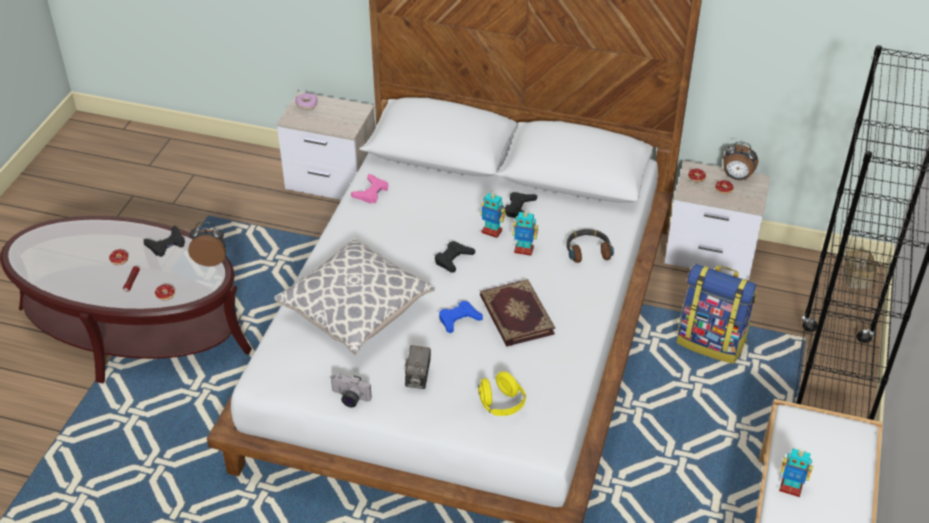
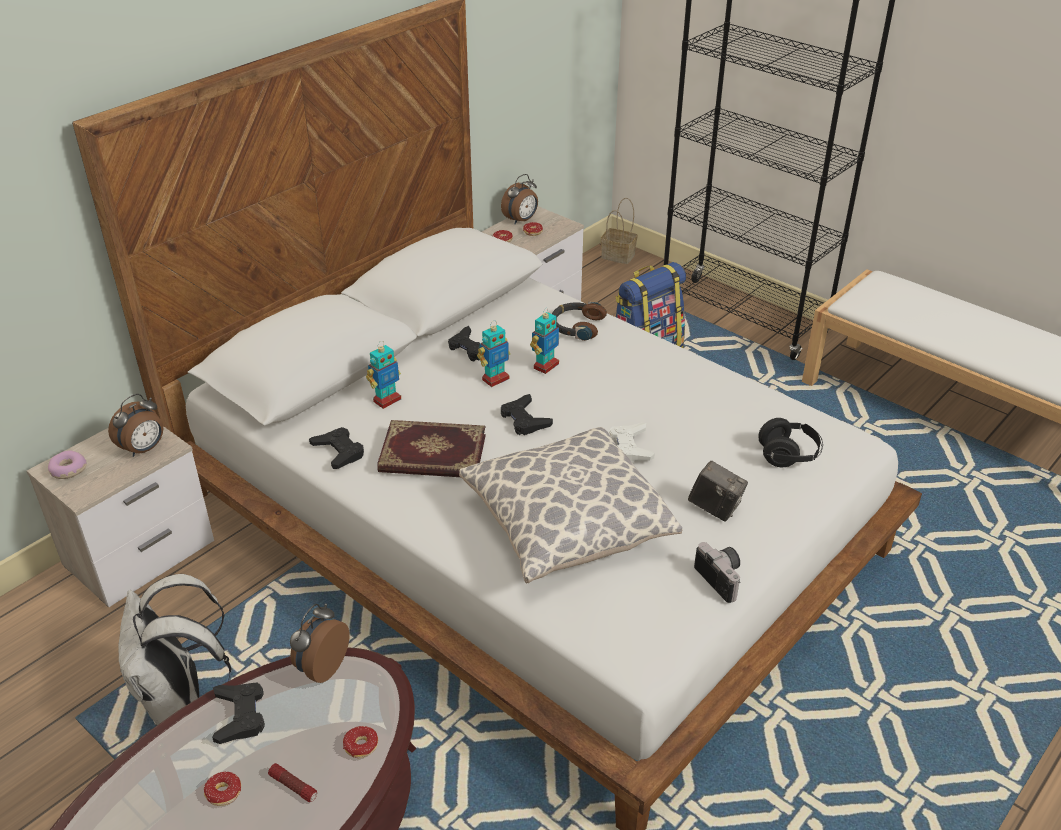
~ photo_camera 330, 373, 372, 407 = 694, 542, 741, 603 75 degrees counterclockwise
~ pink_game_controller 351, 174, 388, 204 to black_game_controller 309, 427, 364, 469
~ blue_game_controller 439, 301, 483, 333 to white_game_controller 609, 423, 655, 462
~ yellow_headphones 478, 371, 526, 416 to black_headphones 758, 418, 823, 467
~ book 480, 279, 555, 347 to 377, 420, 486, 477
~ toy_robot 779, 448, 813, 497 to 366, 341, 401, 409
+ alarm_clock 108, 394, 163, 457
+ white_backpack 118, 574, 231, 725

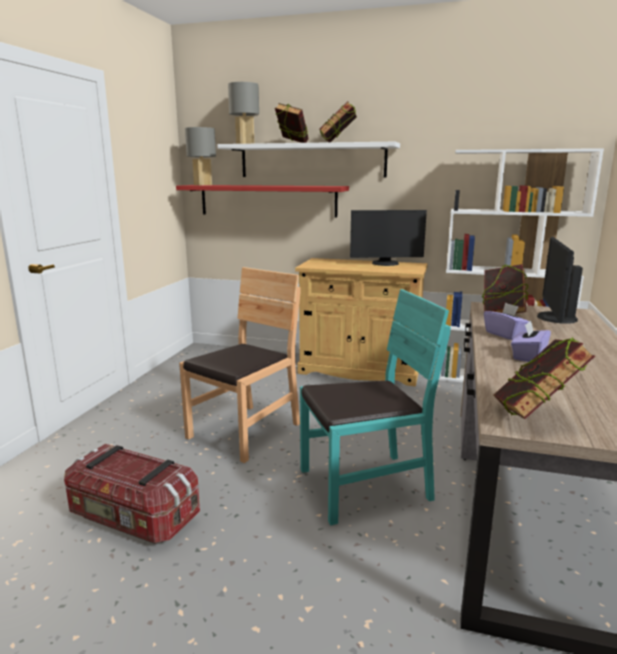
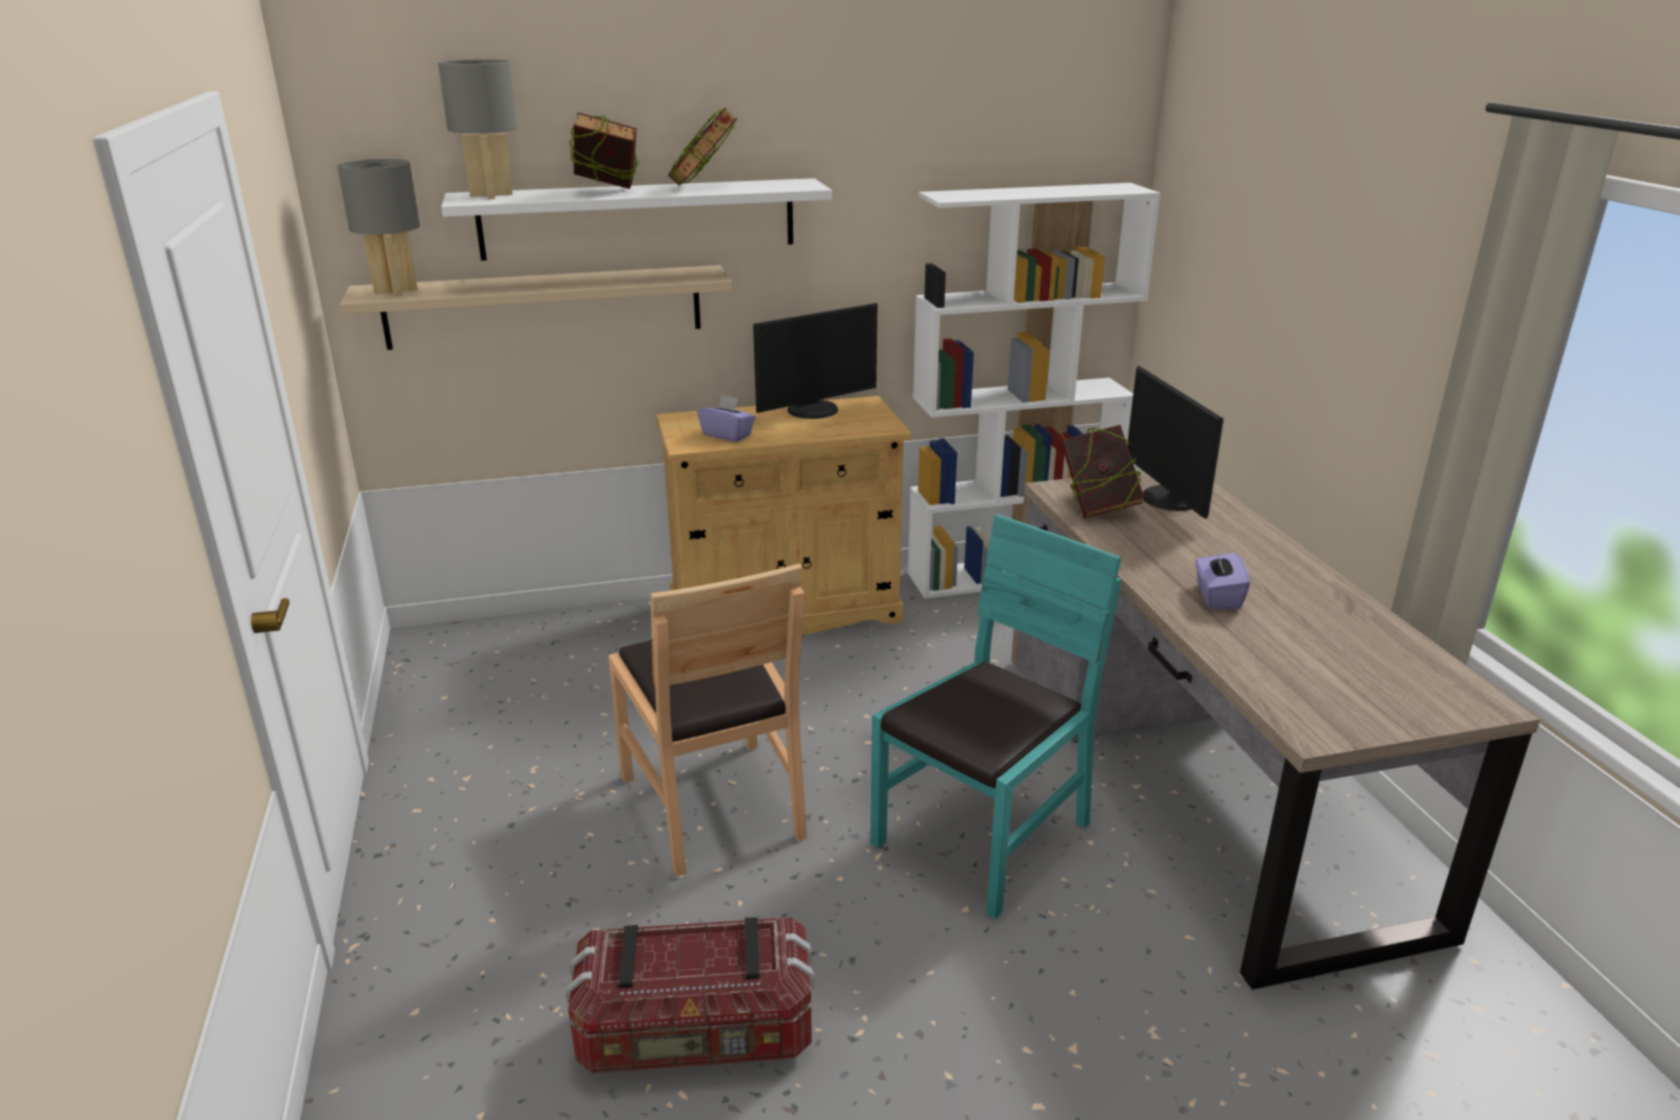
~ red_shelf 176, 185, 349, 218 to beige_shelf 340, 265, 732, 350
~ brown_chair 179, 267, 300, 463 = 608, 563, 807, 877 150 degrees clockwise
~ purple_tissue_box 484, 303, 529, 340 to 697, 395, 755, 442
- book 494, 337, 595, 419

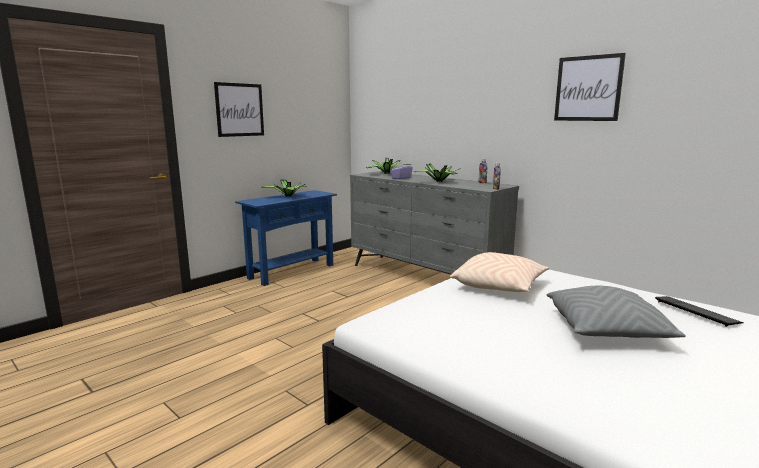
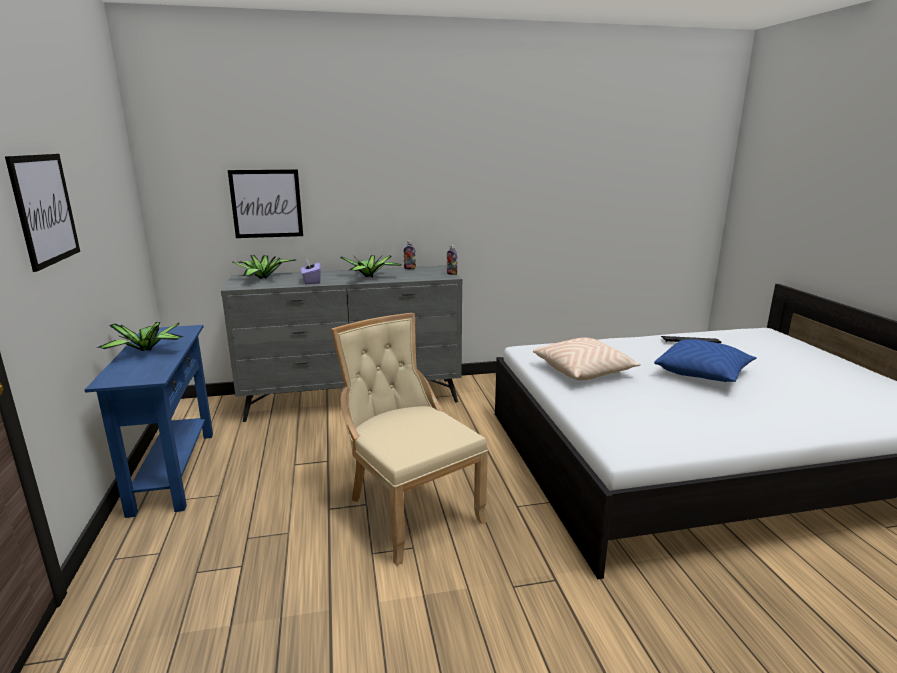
~ grey_pillow 547, 285, 686, 338 to blue_pillow 654, 339, 757, 382
~ picture 554, 53, 626, 121 to 228, 169, 303, 238
+ beige_chair 331, 313, 488, 566

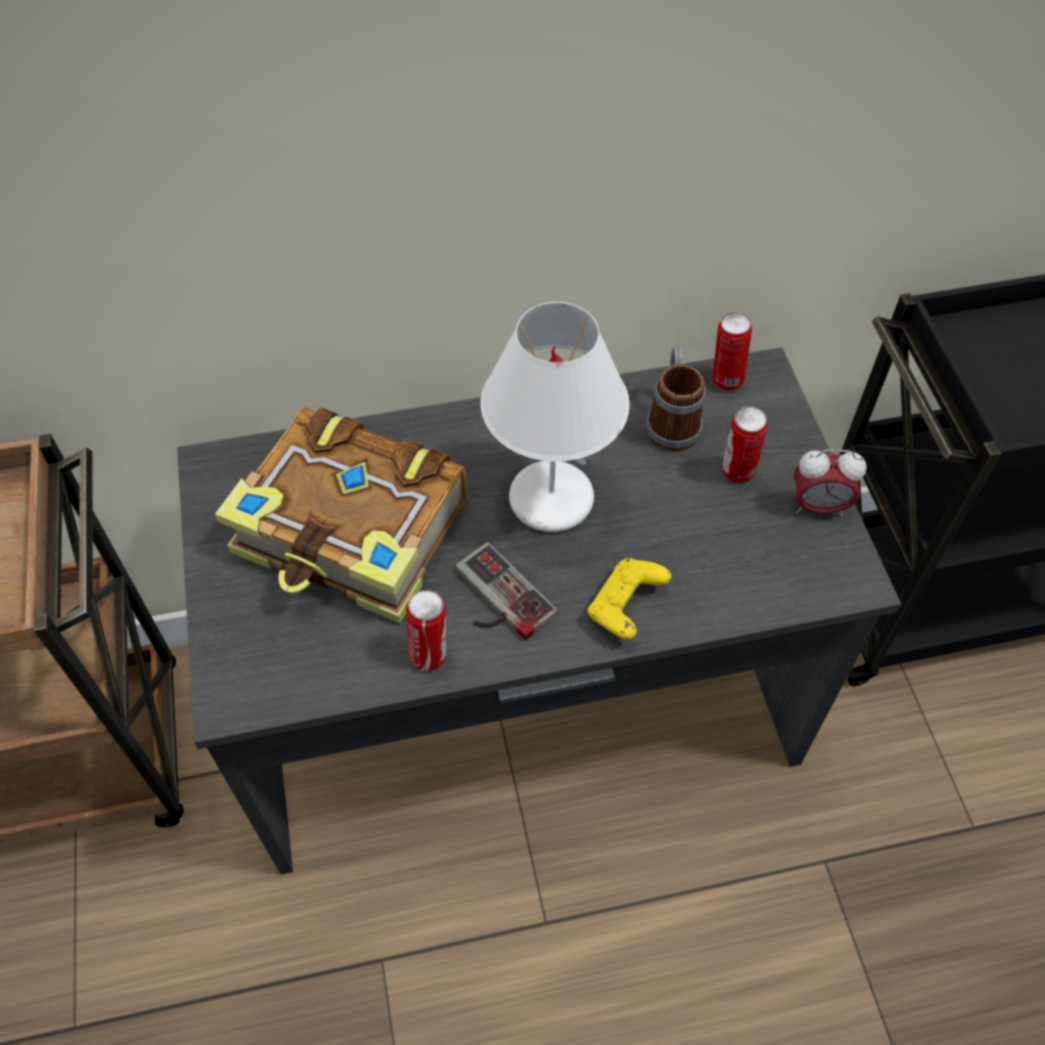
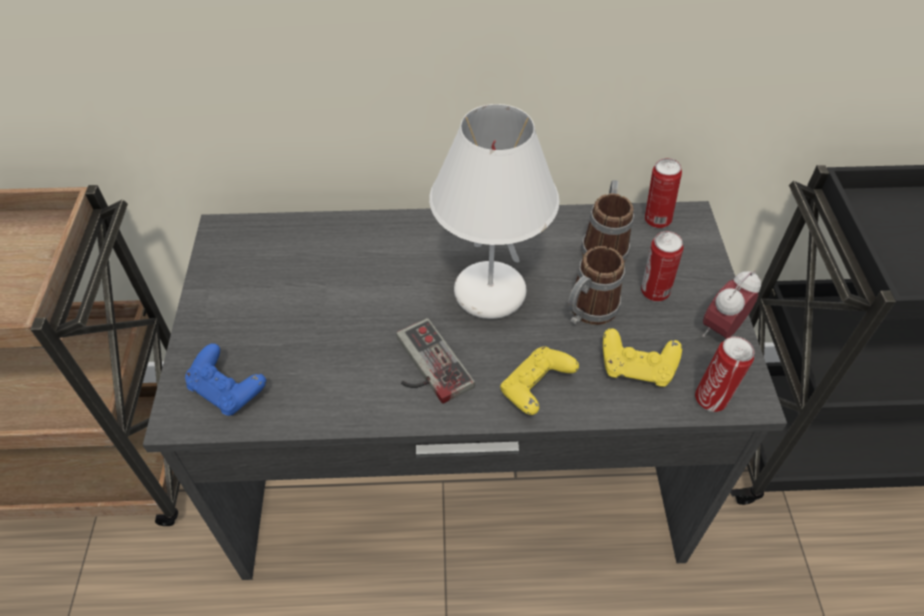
- book 215, 407, 467, 623
~ can 406, 590, 446, 671 to 695, 336, 755, 412
~ alarm_clock 794, 449, 867, 516 = 702, 271, 761, 339 120 degrees clockwise
+ blue_game_controller 185, 343, 266, 416
+ mug 568, 246, 625, 325
+ yellow_game_controller 603, 328, 682, 387

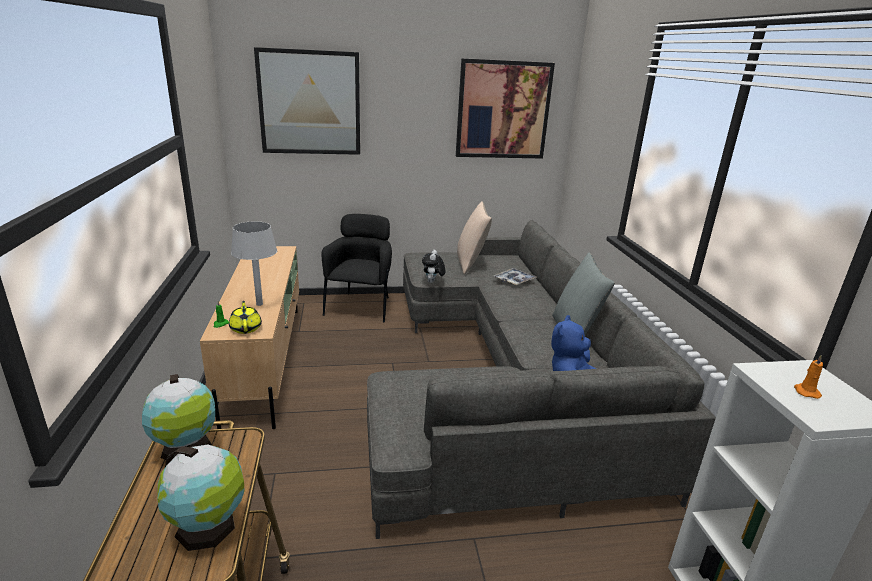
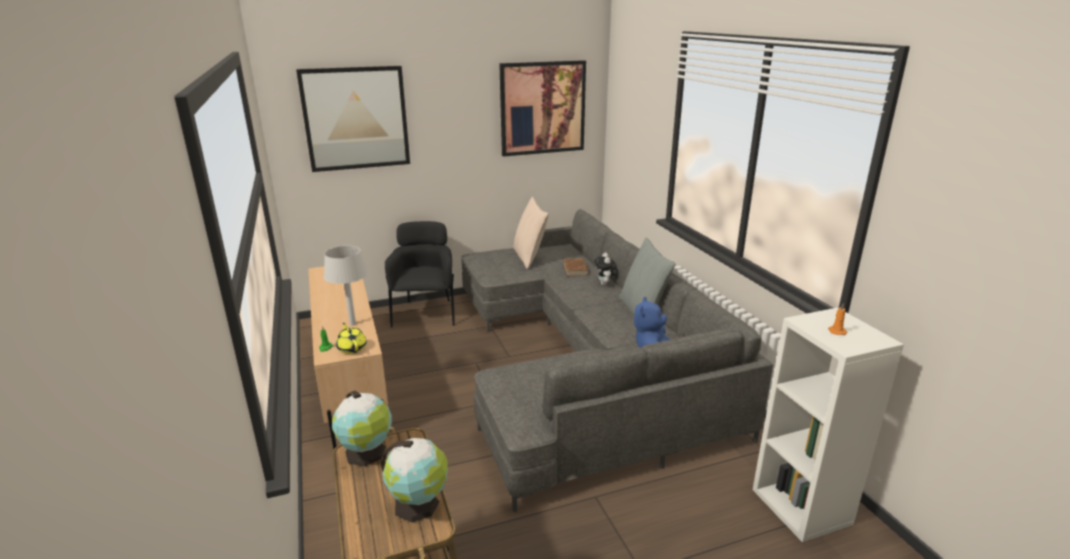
~ plush_toy 422, 250, 445, 283 to 594, 252, 618, 285
~ tray 493, 268, 538, 286 to brown_book 563, 258, 589, 276

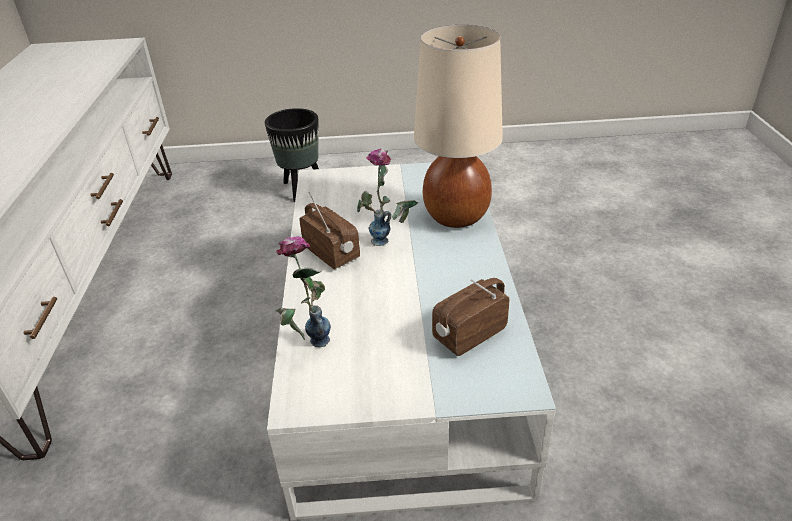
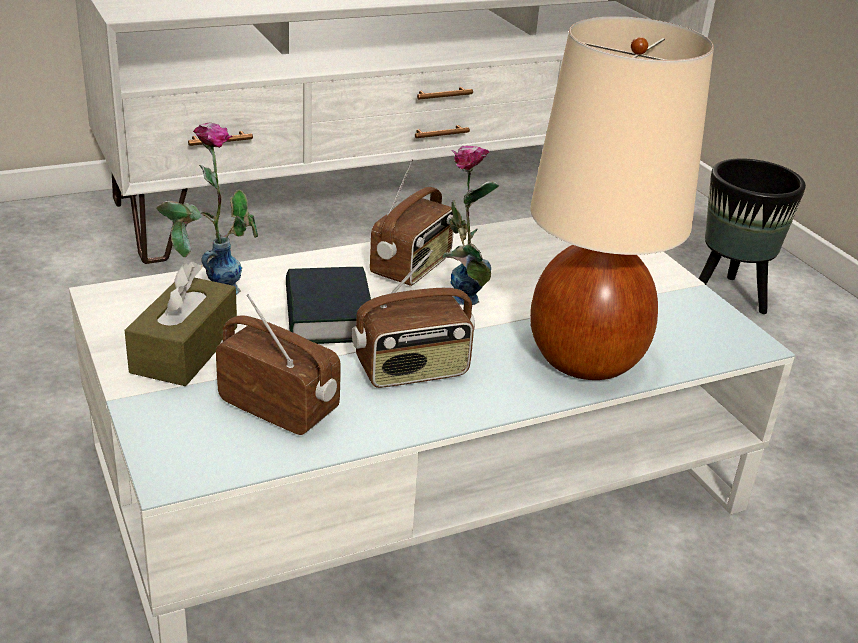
+ brown_tissue_box 125, 261, 237, 386
+ book 286, 267, 371, 344
+ radio 352, 250, 475, 388

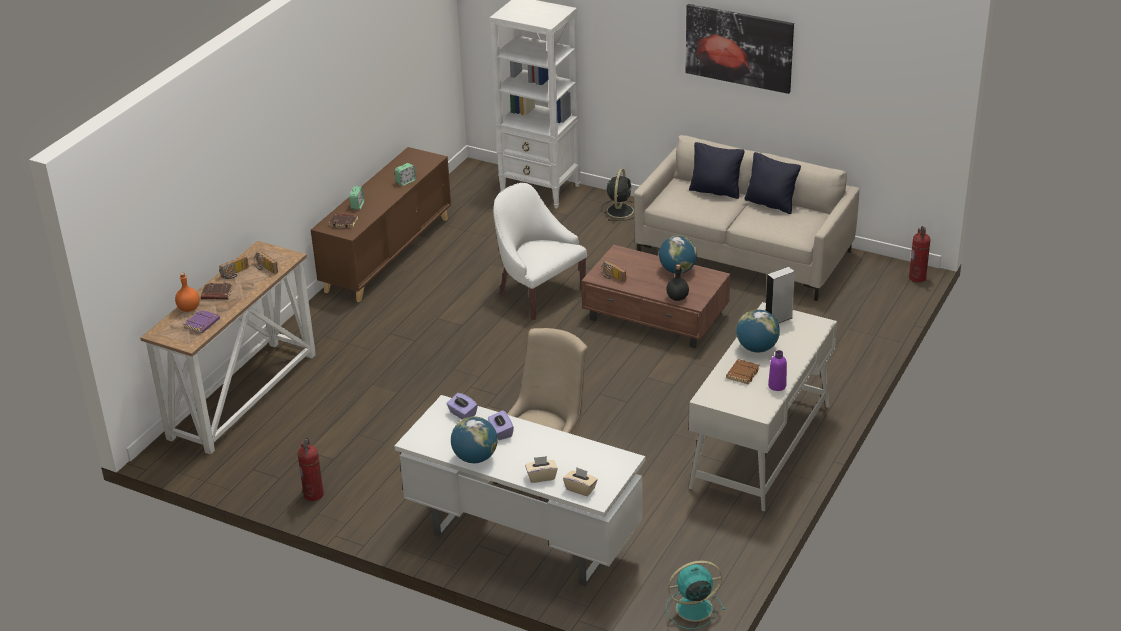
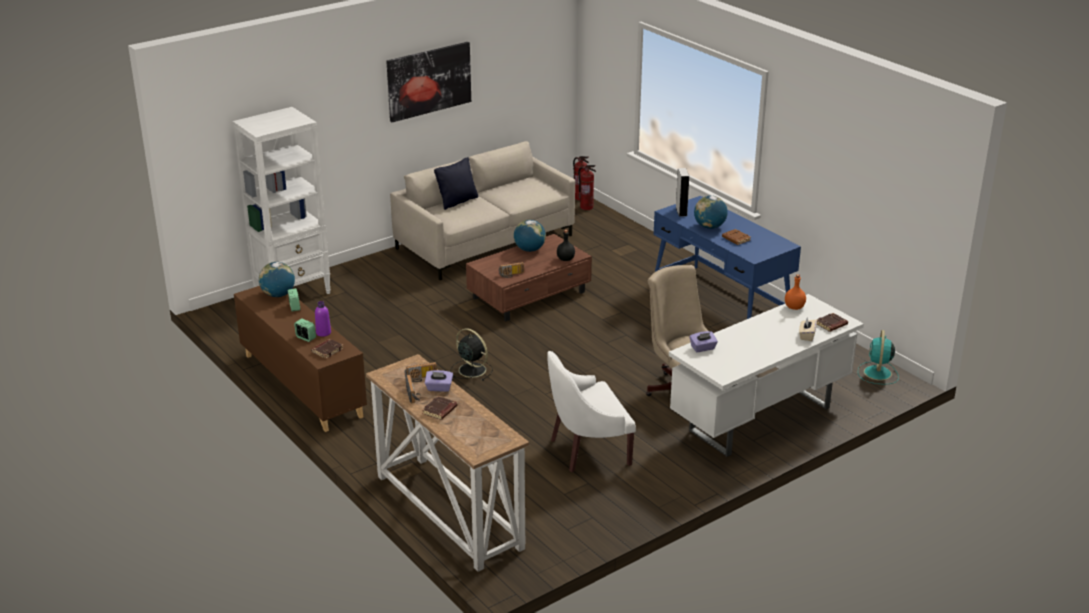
~ orange_bottle 175, 273, 200, 312 to 785, 274, 806, 310
- purple_book 184, 310, 220, 333
~ fire_extinguisher 298, 438, 324, 501 to 578, 165, 596, 210
~ globe 451, 416, 498, 463 to 259, 262, 295, 297
~ purple_tissue_box 488, 410, 514, 440 to 425, 370, 453, 392
~ white_armchair 493, 183, 587, 320 to 547, 351, 636, 472
~ beige_tissue_box 563, 467, 598, 496 to brown_book 817, 313, 848, 332
~ black_fan 601, 169, 634, 221 to 450, 328, 493, 381
~ white_desk 689, 302, 837, 511 to blue_desk 654, 196, 801, 319
- black_pillow 744, 152, 801, 214
~ purple_bottle 768, 350, 787, 391 to 315, 301, 331, 337

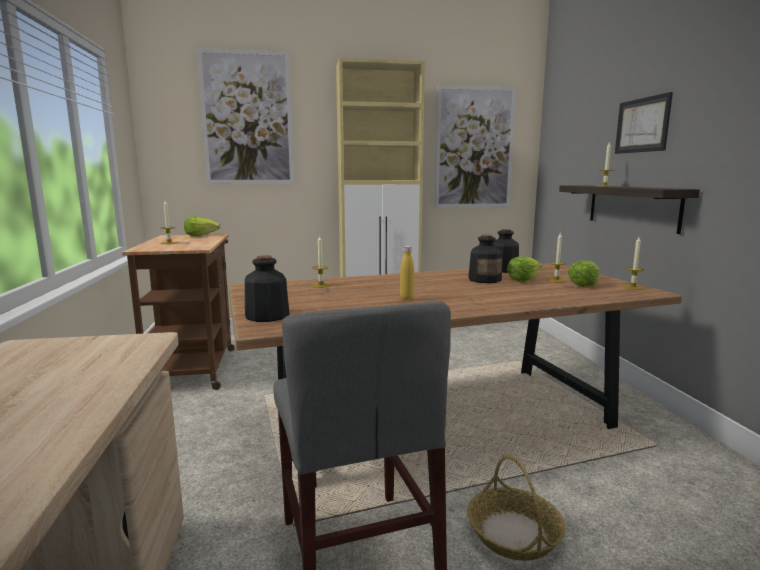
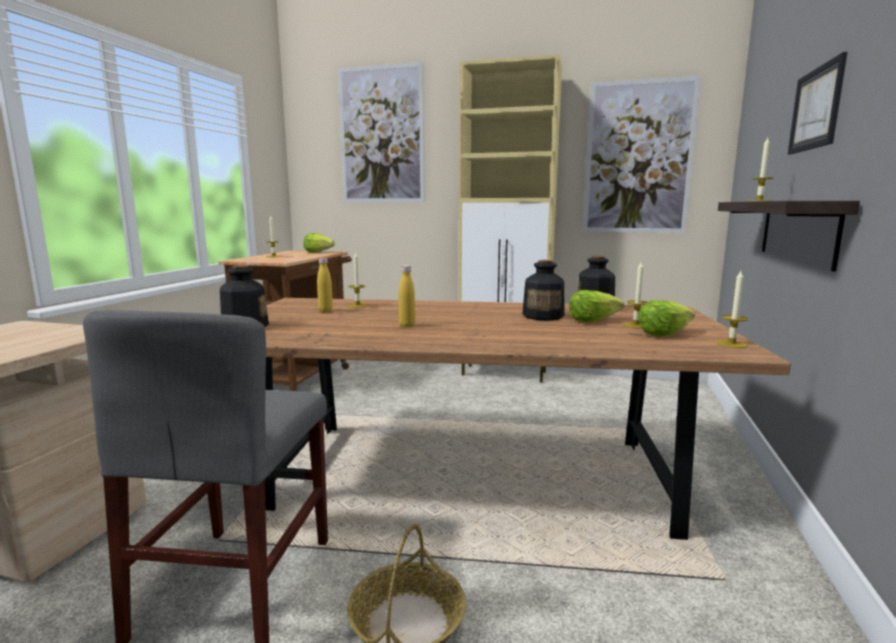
+ yellow_bottle 317, 258, 333, 312

